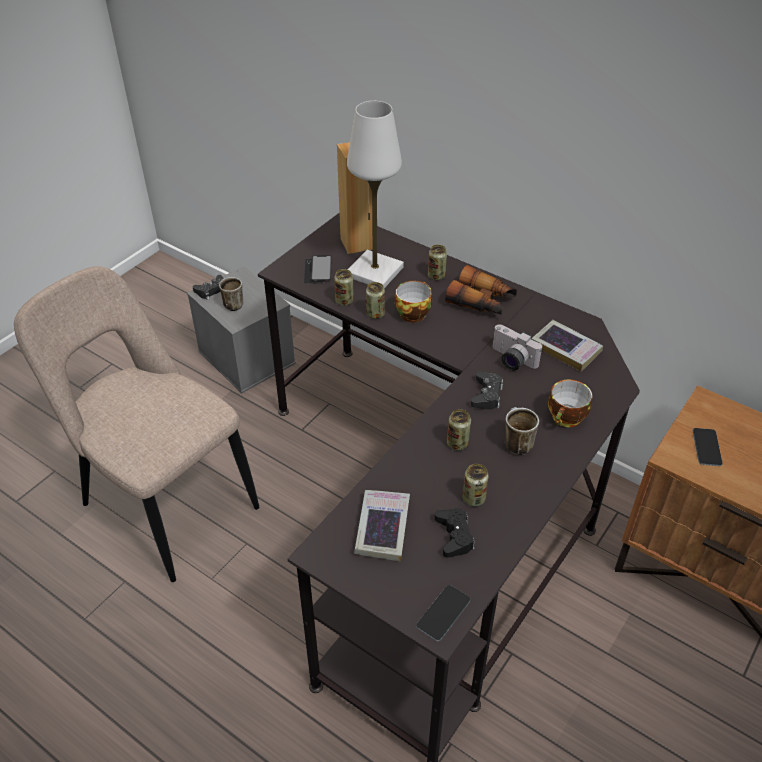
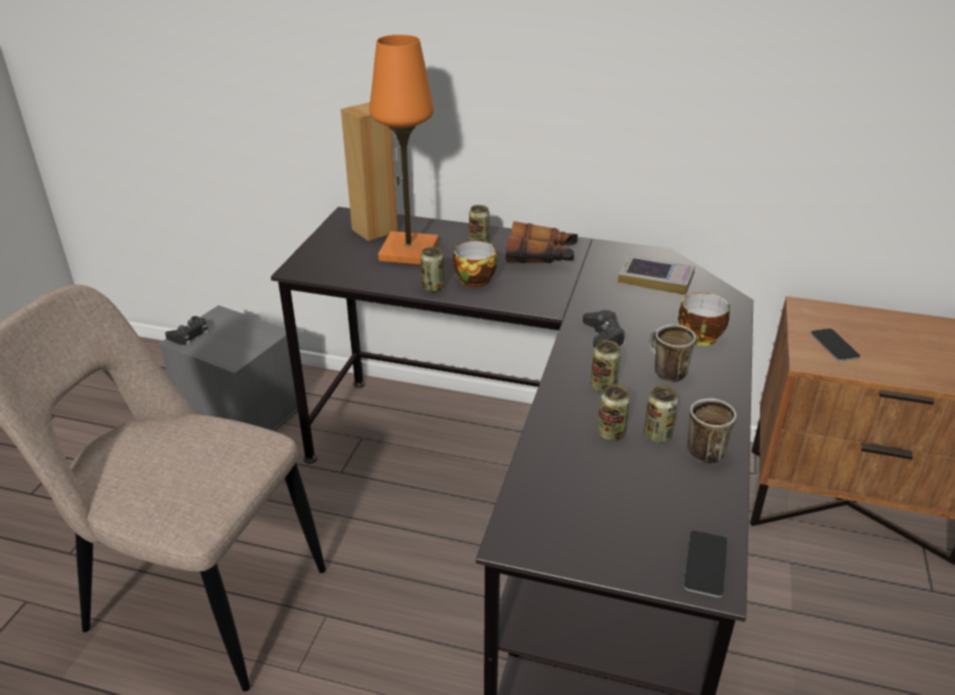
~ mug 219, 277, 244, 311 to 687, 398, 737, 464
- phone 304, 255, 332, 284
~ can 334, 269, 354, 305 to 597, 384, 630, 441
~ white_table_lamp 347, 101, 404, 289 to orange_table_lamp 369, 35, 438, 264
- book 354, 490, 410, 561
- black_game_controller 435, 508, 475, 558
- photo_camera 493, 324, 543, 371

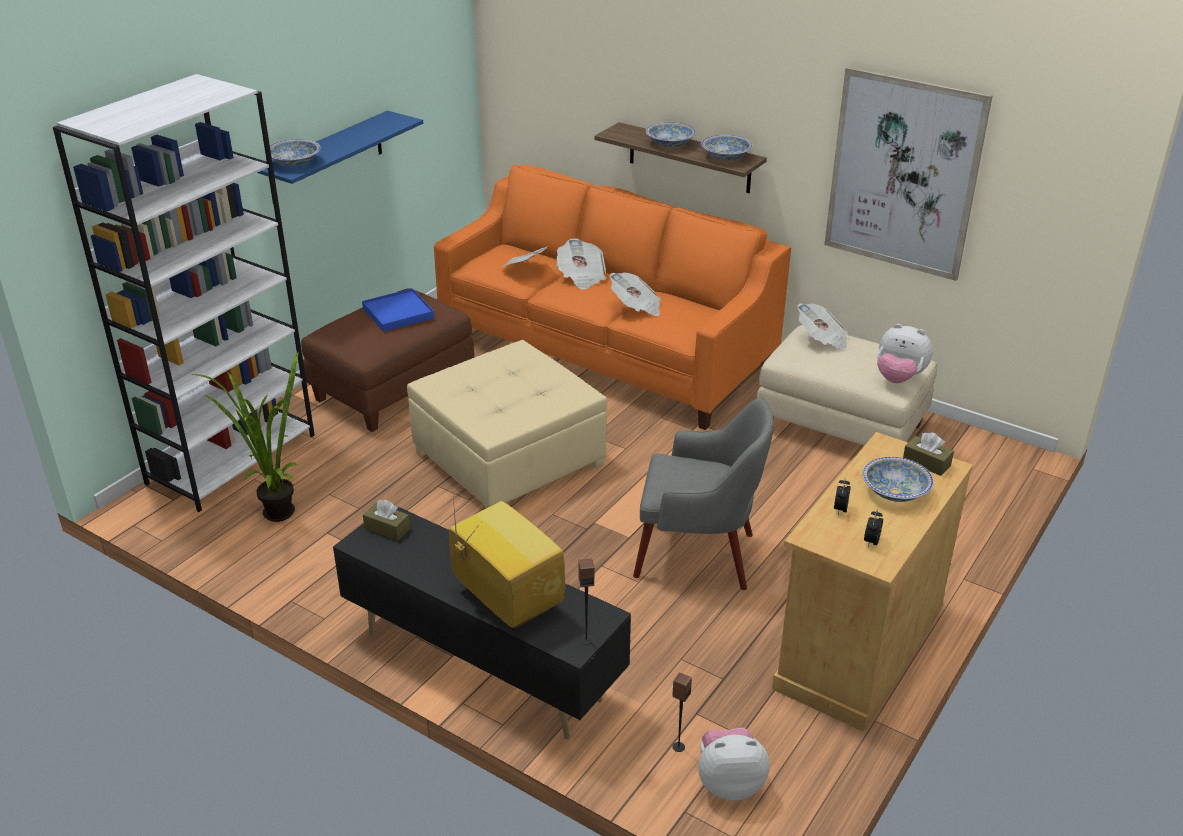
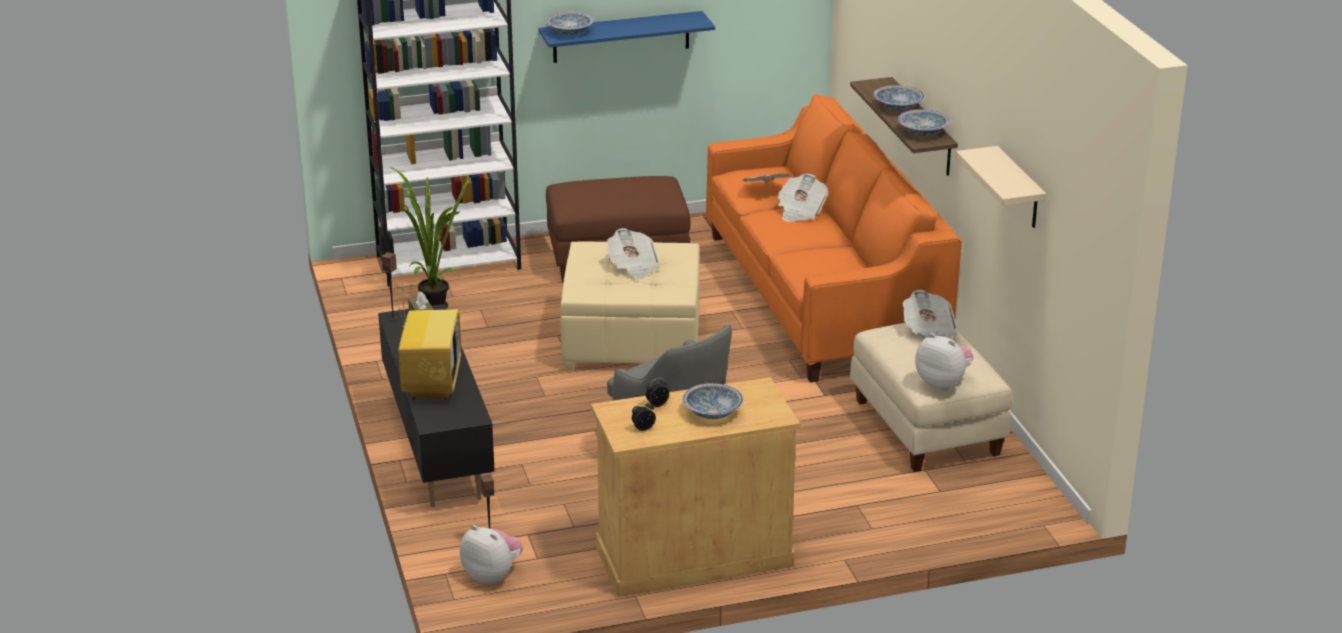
- blue_tray 362, 288, 434, 332
~ speaker 578, 558, 594, 645 to 382, 252, 398, 322
~ newspaper 610, 272, 661, 316 to 607, 228, 660, 280
~ picture 824, 67, 993, 281 to beige_shelf 956, 146, 1046, 228
~ plush_toy 877, 324, 933, 383 = 915, 333, 973, 391 150 degrees clockwise
- brown_tissue_box 903, 432, 954, 476

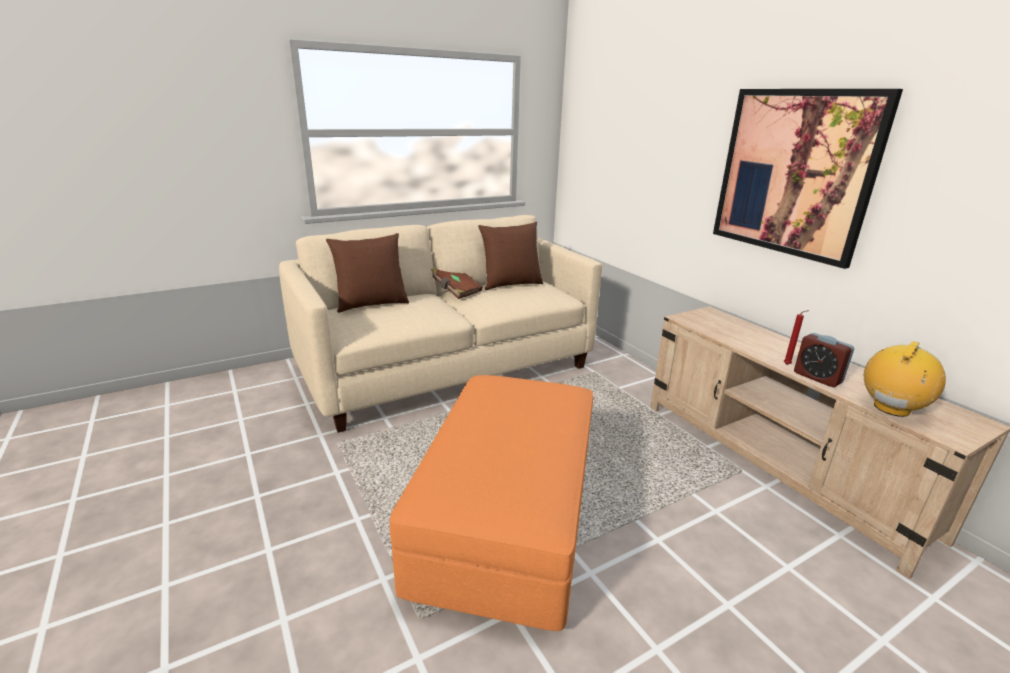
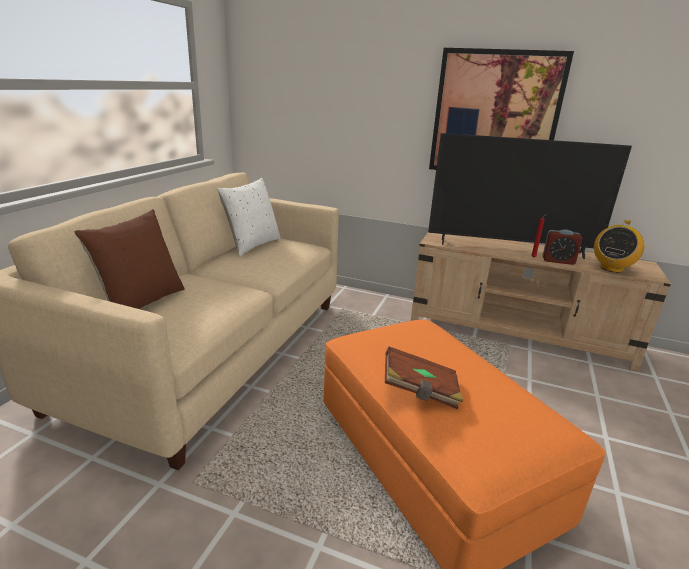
~ brown_book 431, 268, 482, 299 to 385, 347, 463, 409
~ brown_pillow 478, 222, 543, 290 to white_pillow 217, 178, 281, 256
~ radio 864, 341, 946, 417 = 594, 220, 644, 273 150 degrees counterclockwise
+ television 428, 133, 632, 259

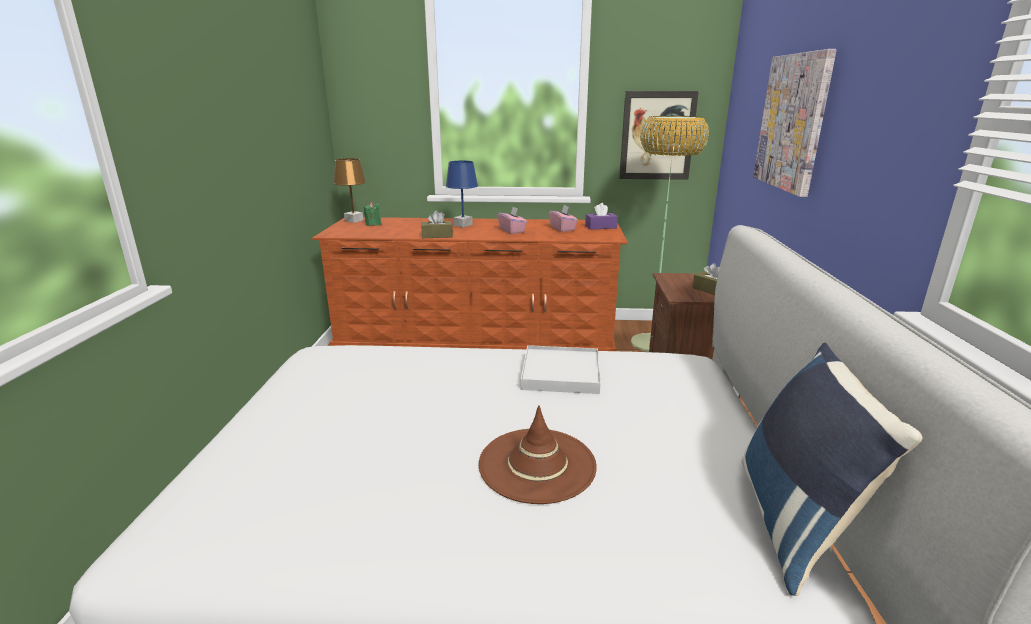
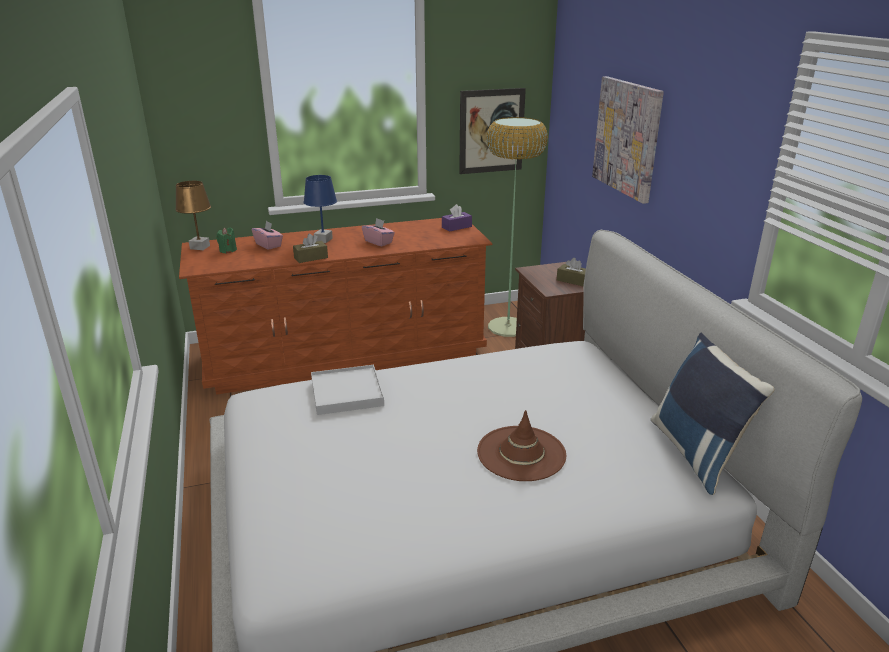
~ white_tray 521, 345, 601, 394 to 311, 365, 384, 415
~ pink_tissue_box 549, 205, 578, 232 to 252, 221, 283, 250

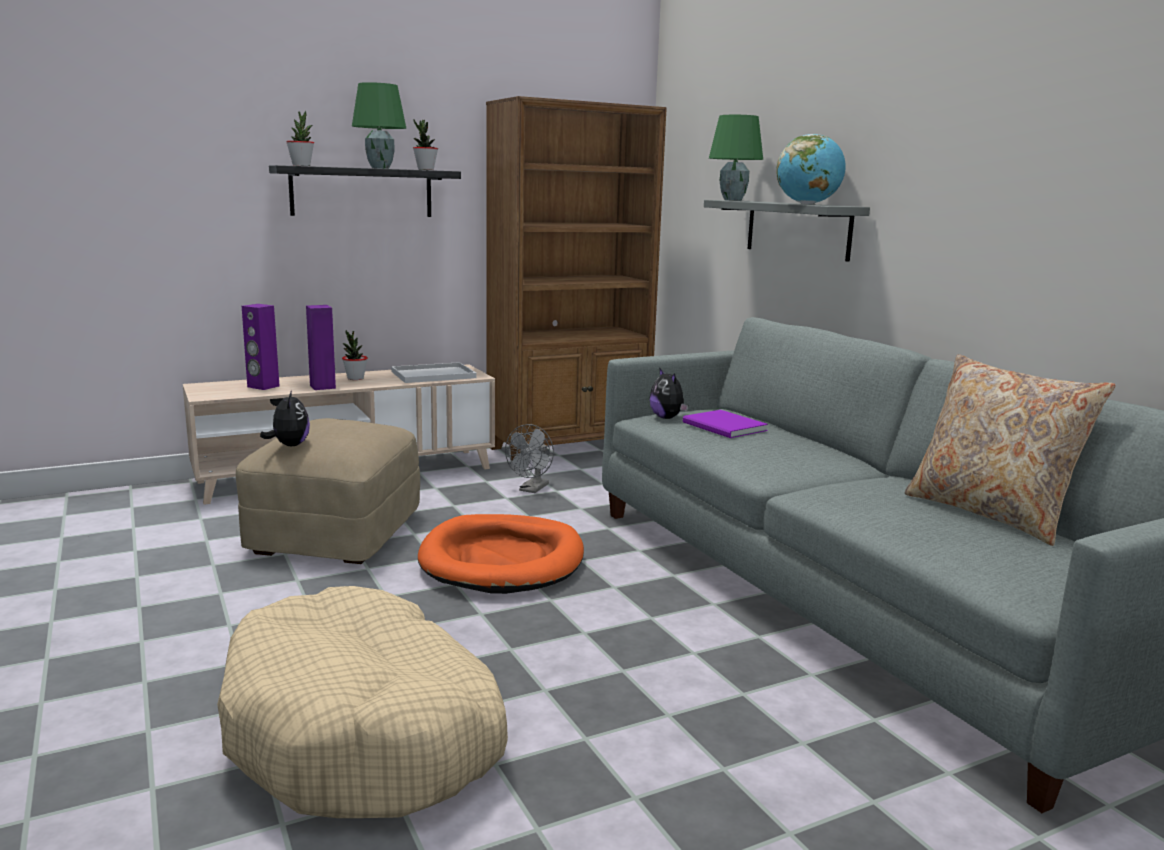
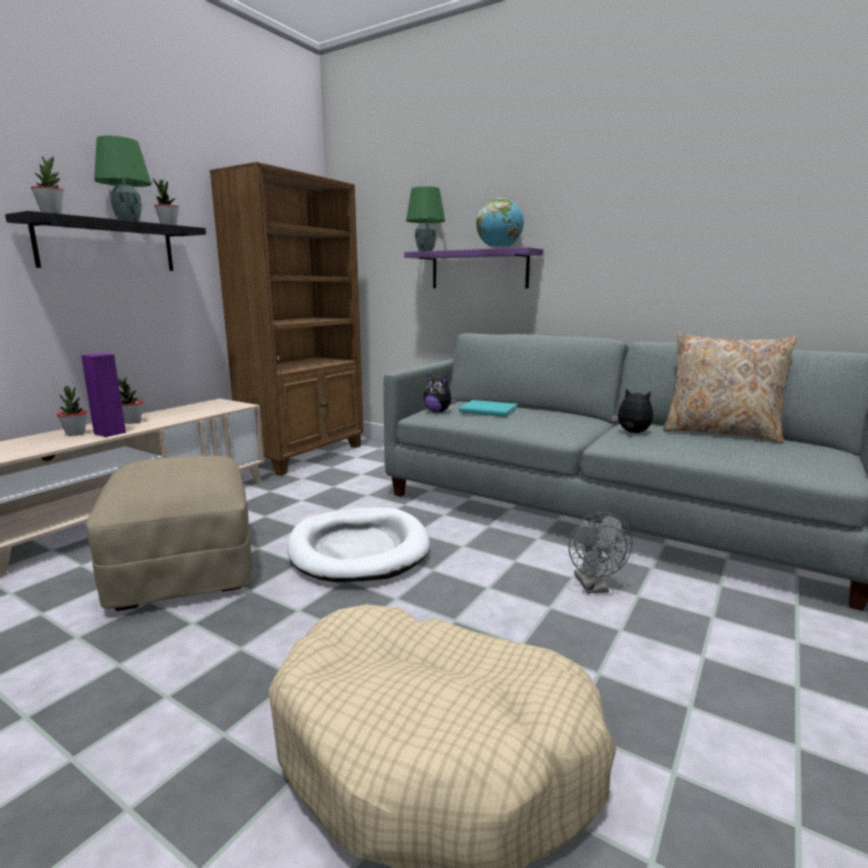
- purple_speaker 242, 304, 279, 390
~ plush_toy 260, 390, 310, 446 to 612, 388, 653, 433
- white_tray 391, 362, 476, 383
~ orange_dog_bed 418, 514, 584, 594 to white_dog_bed 287, 507, 430, 583
~ grey_fan 505, 424, 554, 493 to 568, 512, 632, 594
~ purple_book 683, 410, 768, 438 to turquoise_book 459, 400, 518, 417
~ grey_shelf 704, 200, 870, 262 to purple_shelf 404, 247, 543, 288
+ potted_plant 57, 386, 87, 436

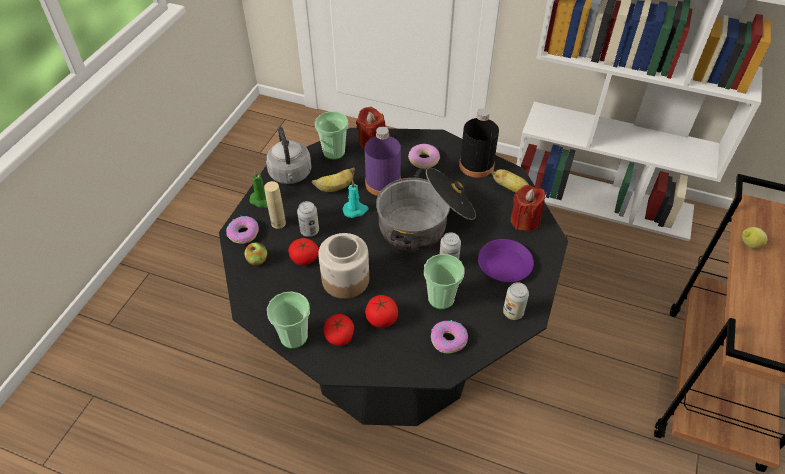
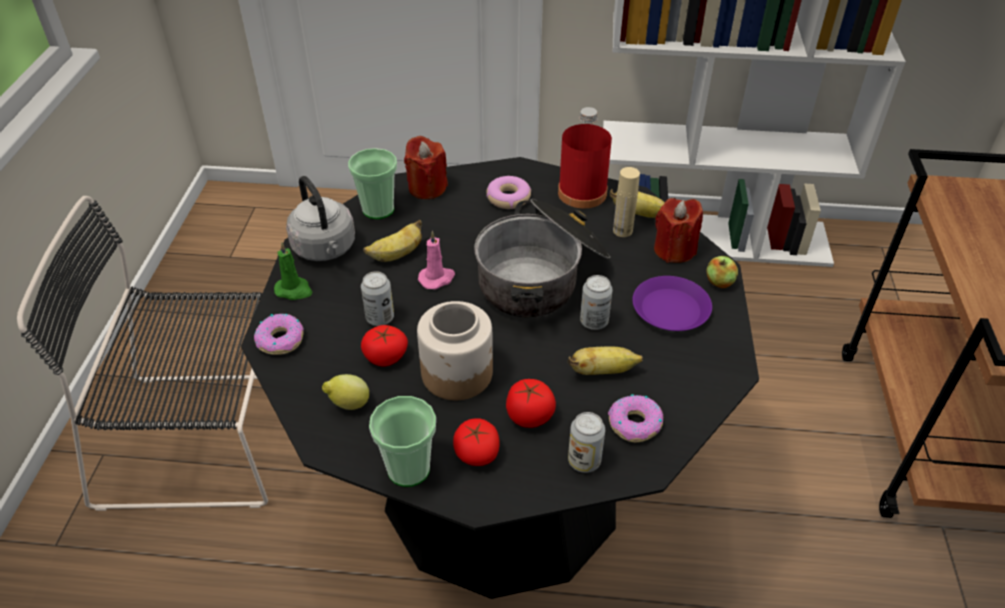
~ apple 245, 242, 267, 266 to 706, 256, 738, 288
~ beige_bottle 264, 181, 286, 229 to 613, 167, 640, 237
~ turquoise_candle 342, 180, 368, 218 to pink_candle 418, 231, 455, 289
- purple_bottle 365, 127, 401, 196
~ cup 424, 254, 464, 310 to banana 568, 346, 643, 375
~ black_bottle 459, 109, 499, 178 to red_bottle 558, 107, 612, 209
~ can 503, 283, 529, 320 to 568, 412, 605, 473
~ lemon 742, 227, 768, 249 to 322, 374, 369, 410
+ black_chair 17, 196, 268, 511

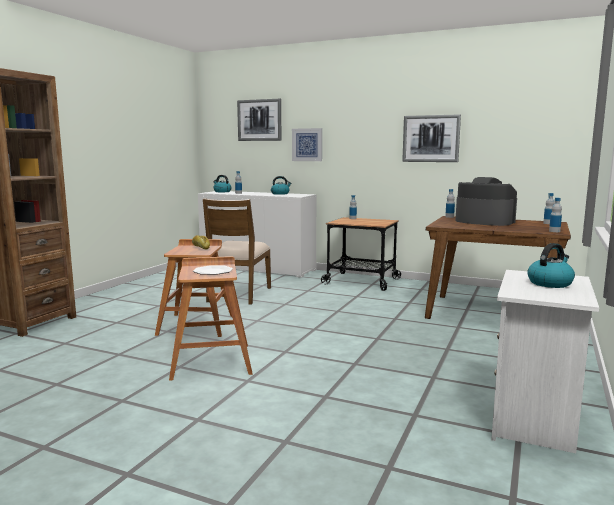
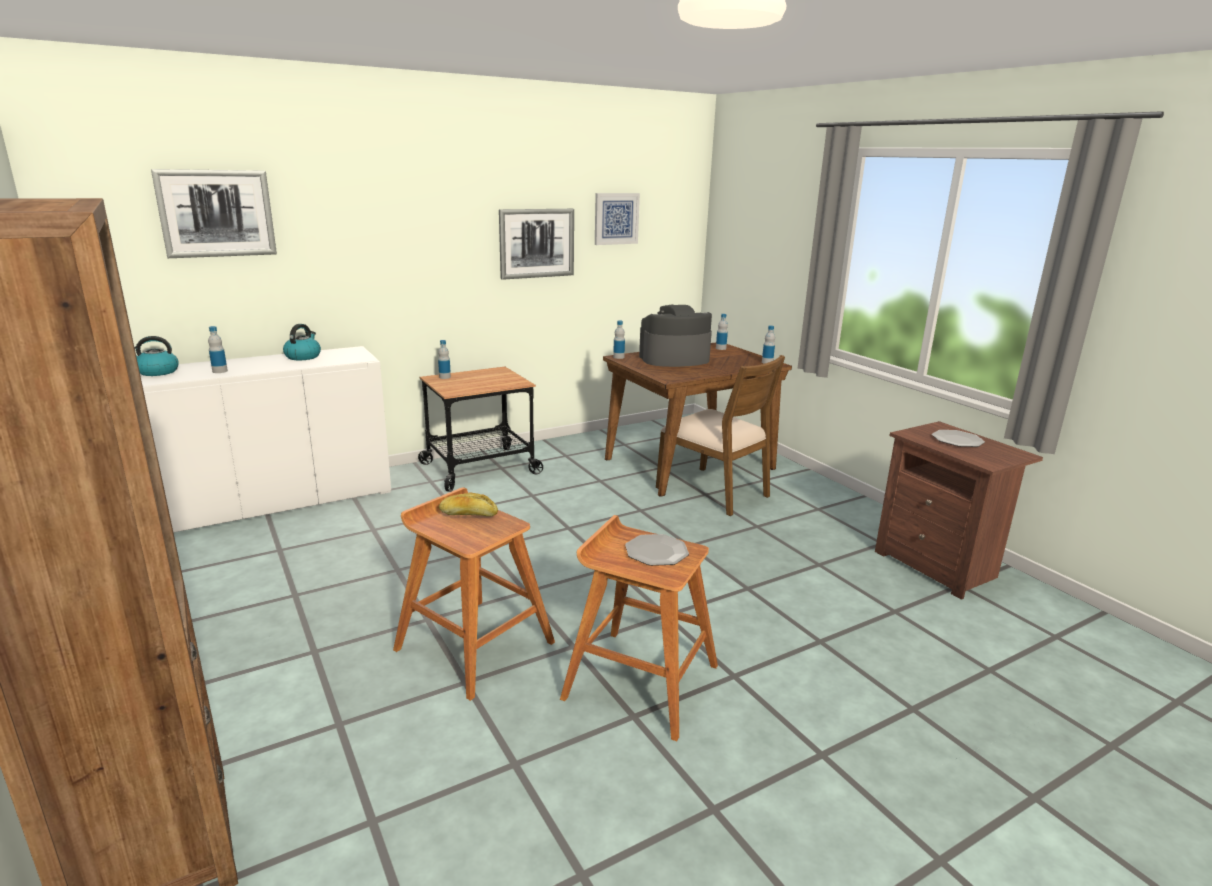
~ brown_chair 203, 198, 271, 305 to 656, 355, 785, 516
~ picture 292, 128, 322, 161 to 595, 193, 640, 245
~ white_nightstand 491, 270, 599, 453 to brown_nightstand 875, 421, 1043, 600
~ kettle 527, 243, 575, 288 to plate 932, 430, 985, 447

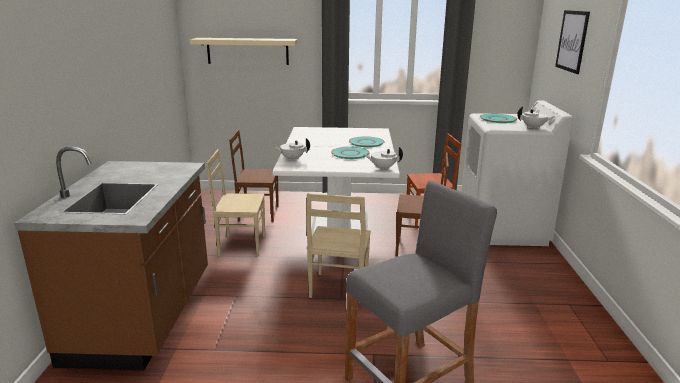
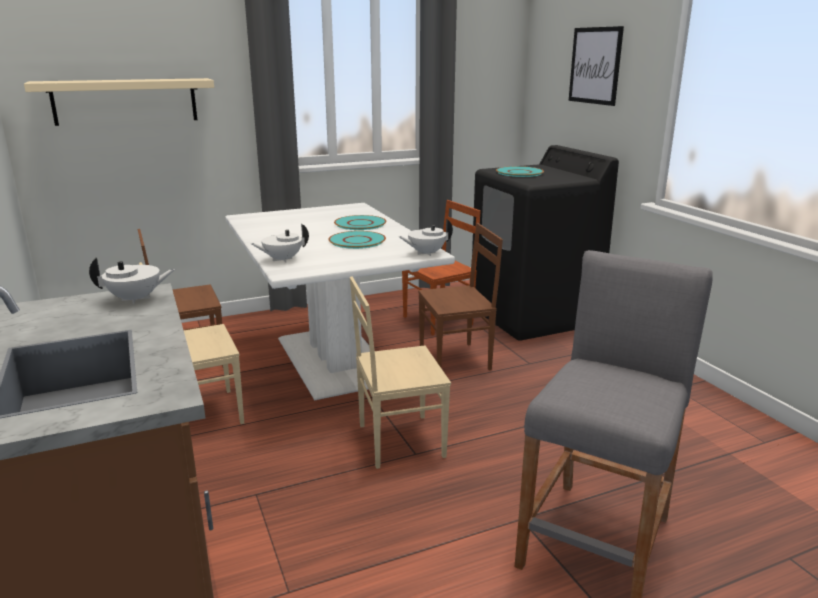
~ beige_chair 306, 193, 371, 303 = 350, 277, 451, 469 90 degrees clockwise
~ white_washing_machine 461, 100, 573, 246 to black_washing_machine 472, 145, 619, 341
~ white_teapot 517, 106, 555, 129 to 89, 257, 175, 304

